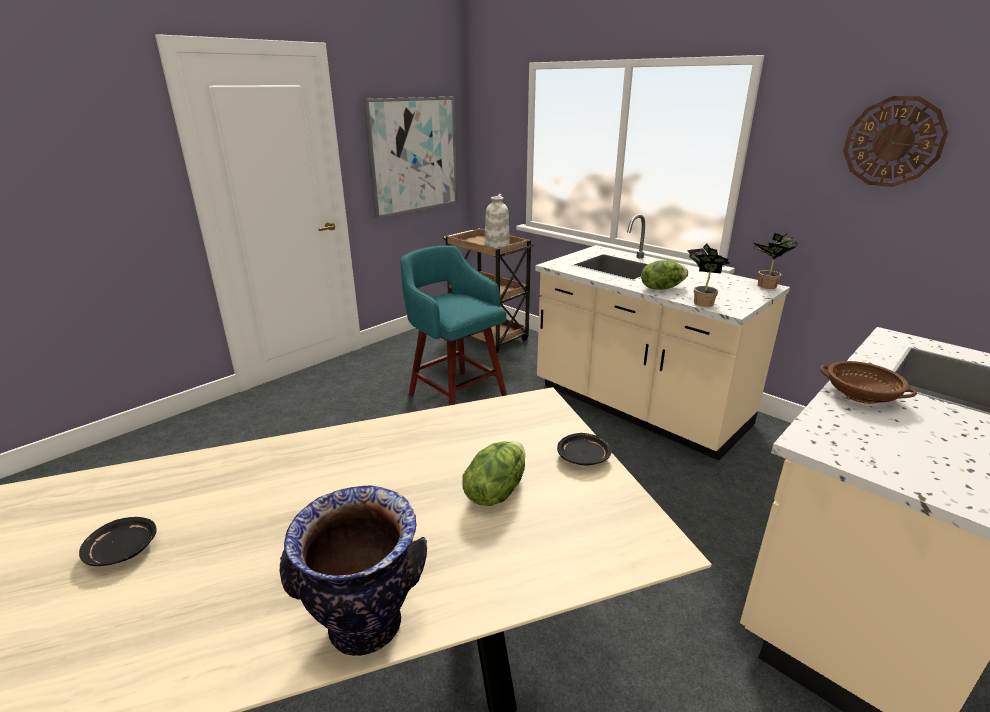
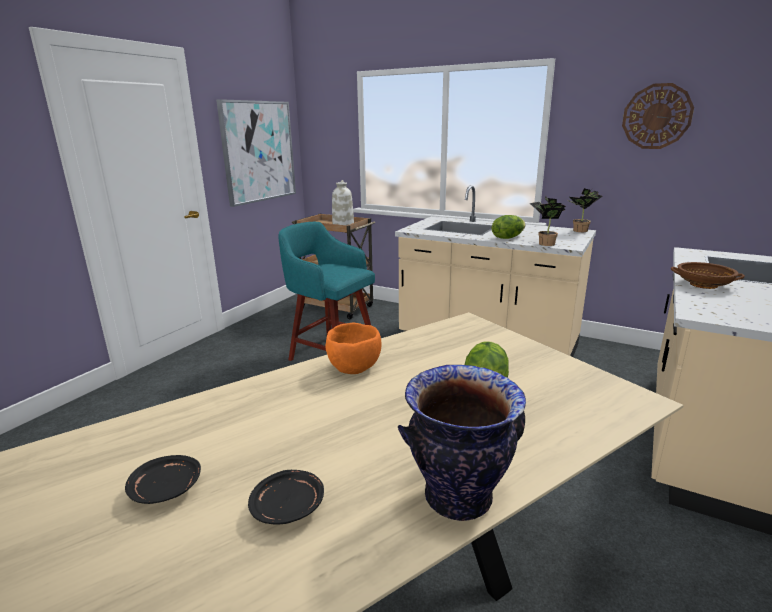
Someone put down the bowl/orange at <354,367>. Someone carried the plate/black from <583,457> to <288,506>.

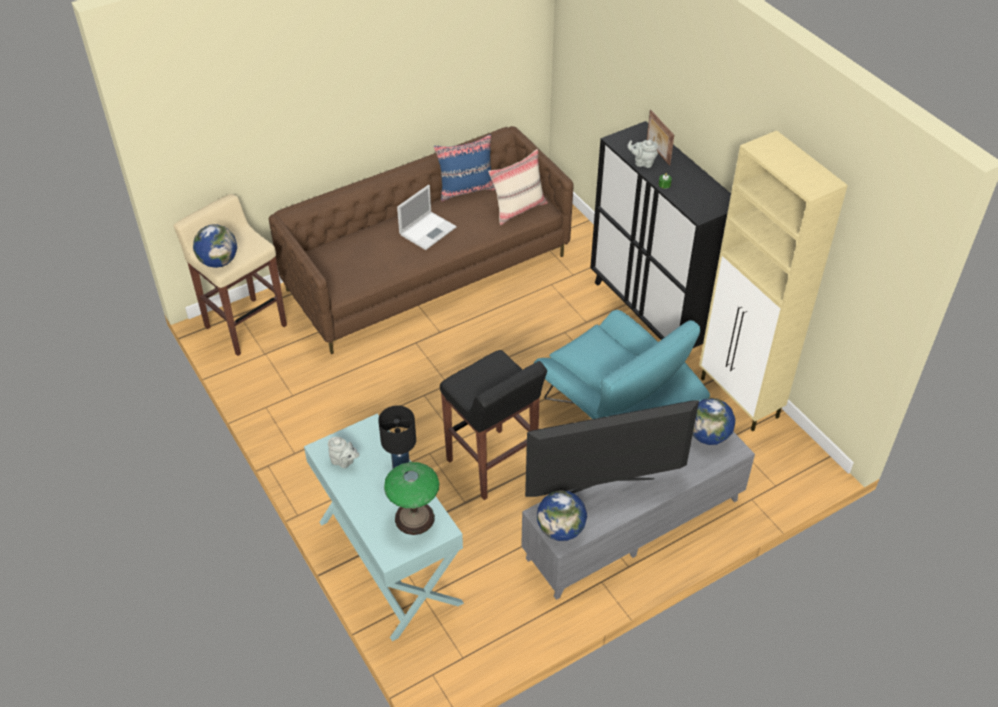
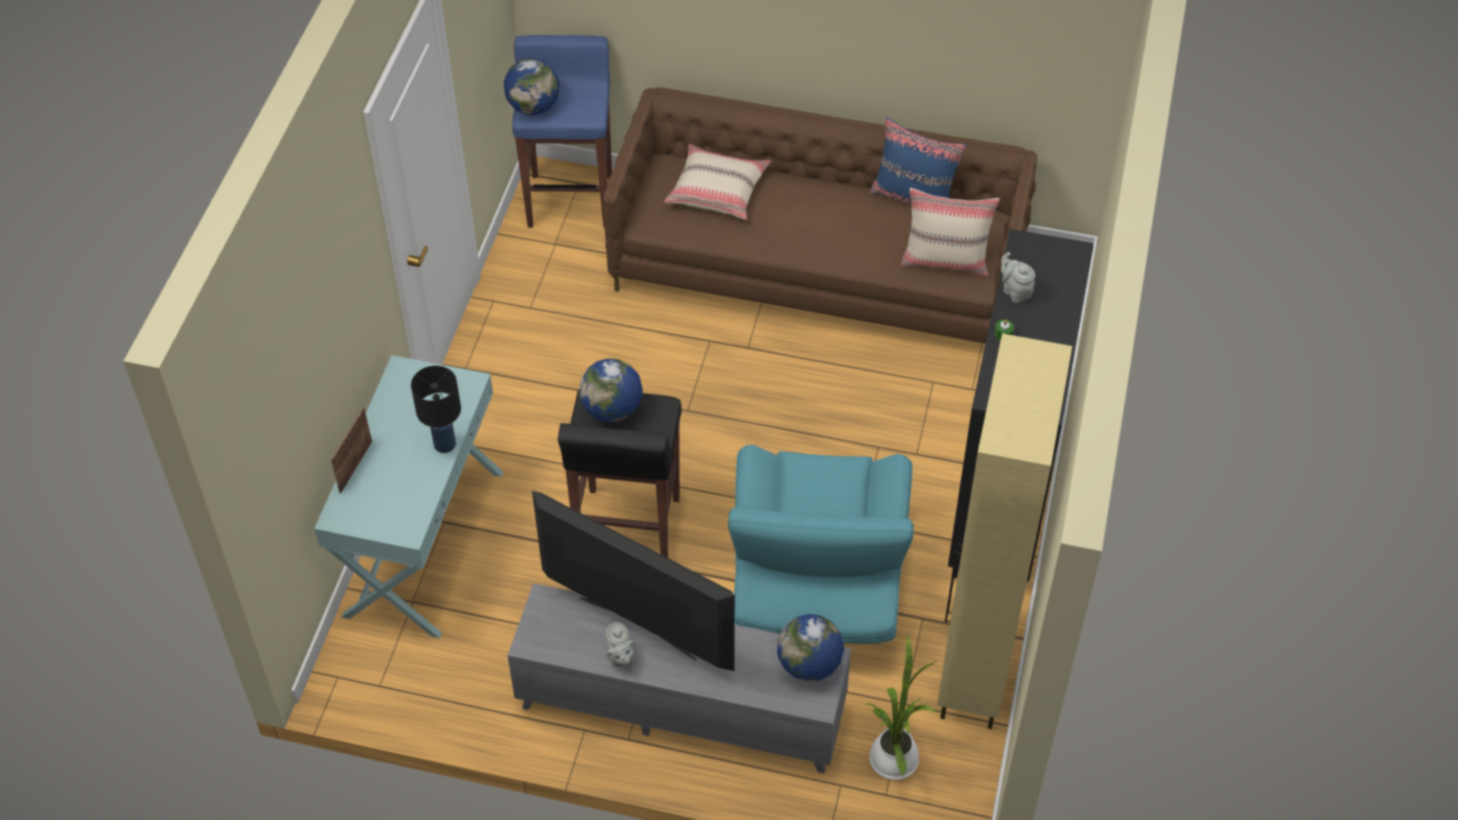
Someone took away the table lamp at <414,518>. Someone took away the laptop at <428,230>. Someone put down the pillow/beige at <717,190>. Someone put down the potted plant at <895,756>. Someone carried the teapot/grey from <344,462> to <620,657>. Someone carried the globe from <560,530> to <612,410>. Someone carried the picture frame from <657,153> to <354,466>. Someone repainted the stool/beige at <245,325>, which became the stool/blue at <570,199>.

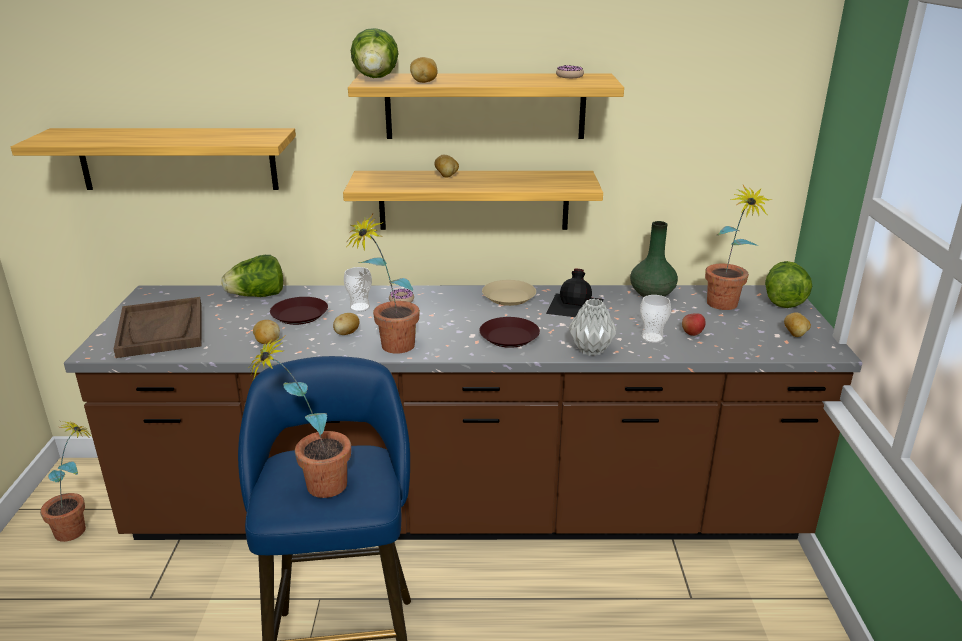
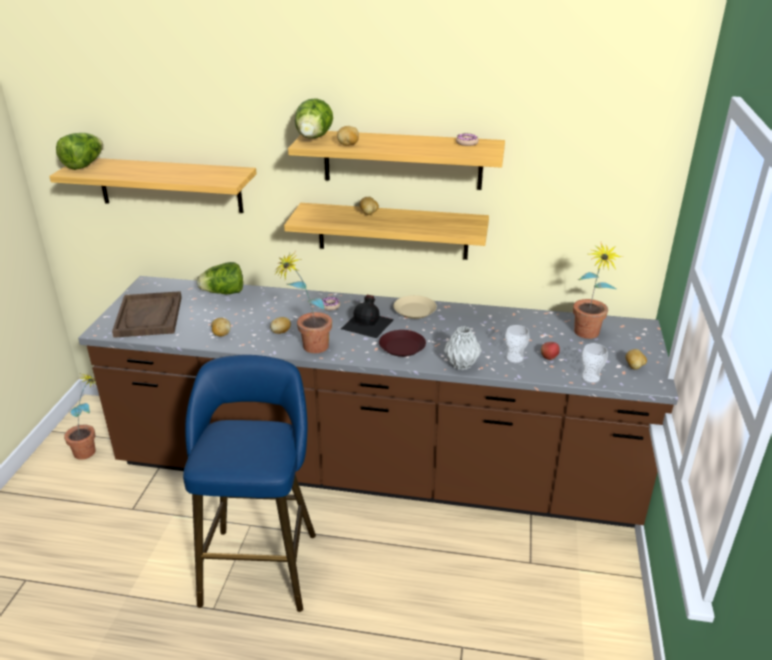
Someone took away the potted plant at <313,487>. Someone took away the plate/brown at <300,315>. Someone took away the vase/green at <652,294>. Someone carried the cup from <359,307> to <590,378>. Someone carried the bottle/black from <576,305> to <368,324>. Someone carried the lettuce from <782,300> to <84,165>.

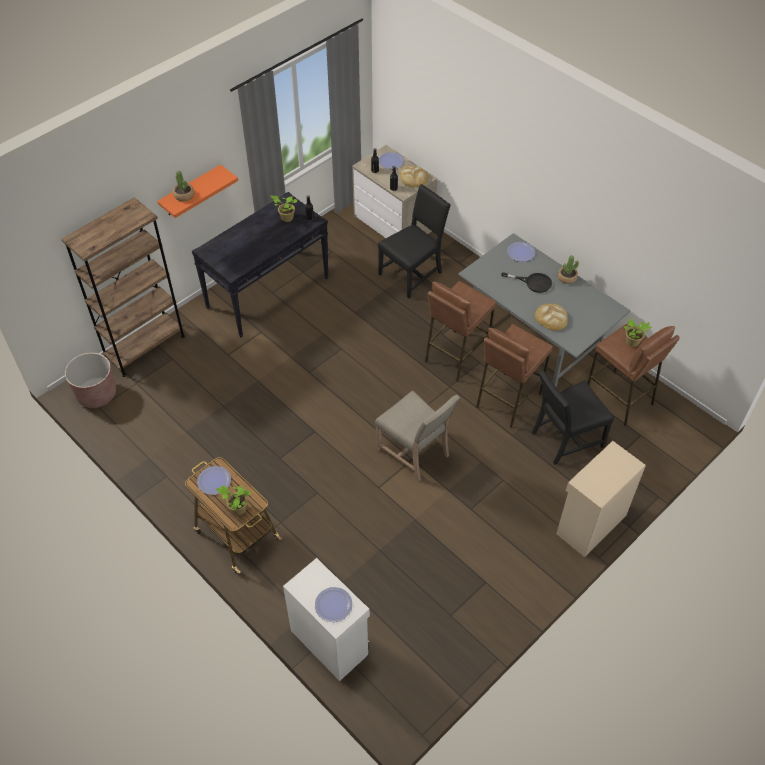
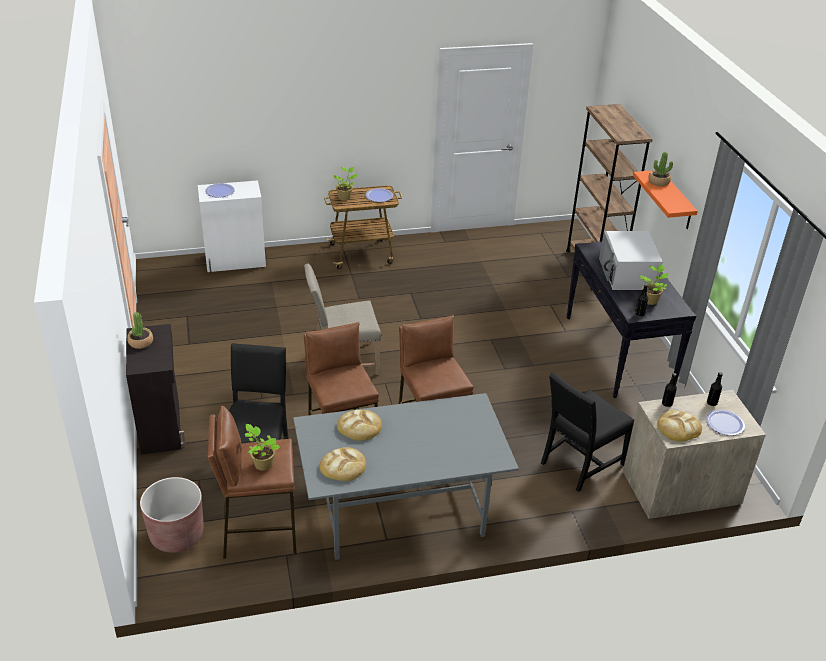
Someone took away the frying pan/black at <533,282>. Someone took away the plate at <521,252>. Someone put down the bread at <343,466>. Someone put down the microwave/white at <627,274>. Someone carried the planter/brown from <96,394> to <177,535>. Someone carried the potted plant from <567,277> to <140,342>. Someone repainted the cabinet/beige at <590,524>, which became the cabinet/black at <161,426>. Someone rotated the chair/black at <412,273> by 60 degrees clockwise.

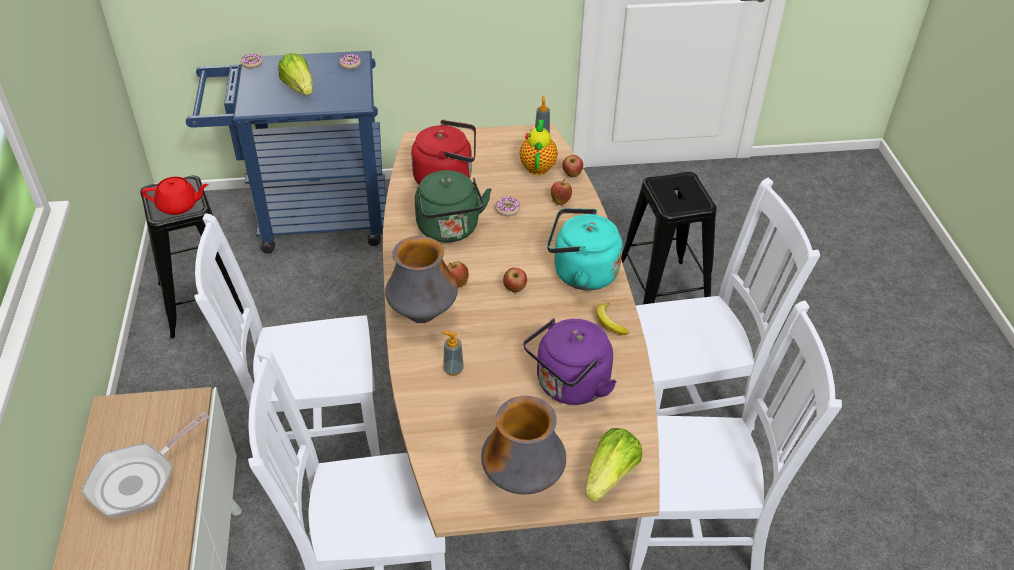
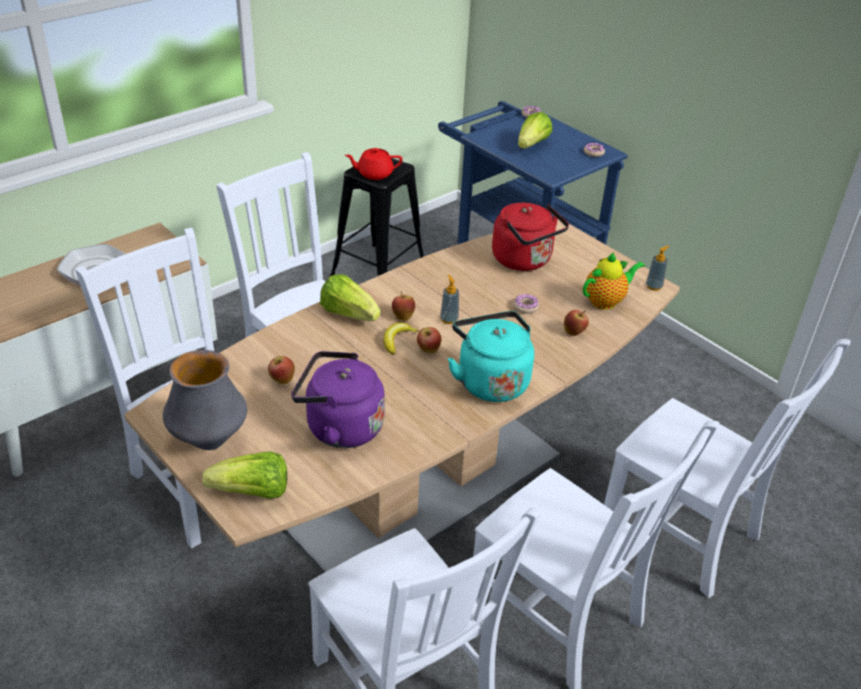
Someone took away the kettle/green at <449,230>. Someone carried the soap dispenser from <453,369> to <449,319>. Someone carried the apple from <572,175> to <282,380>. Someone carried the banana from <609,322> to <397,340>. Someone swapped the vase at <422,314> for the lettuce at <348,314>. Someone swapped the stool/black at <661,293> for the chair/white at <684,535>. Someone rotated the teapot/red at <179,206> by 120 degrees clockwise.

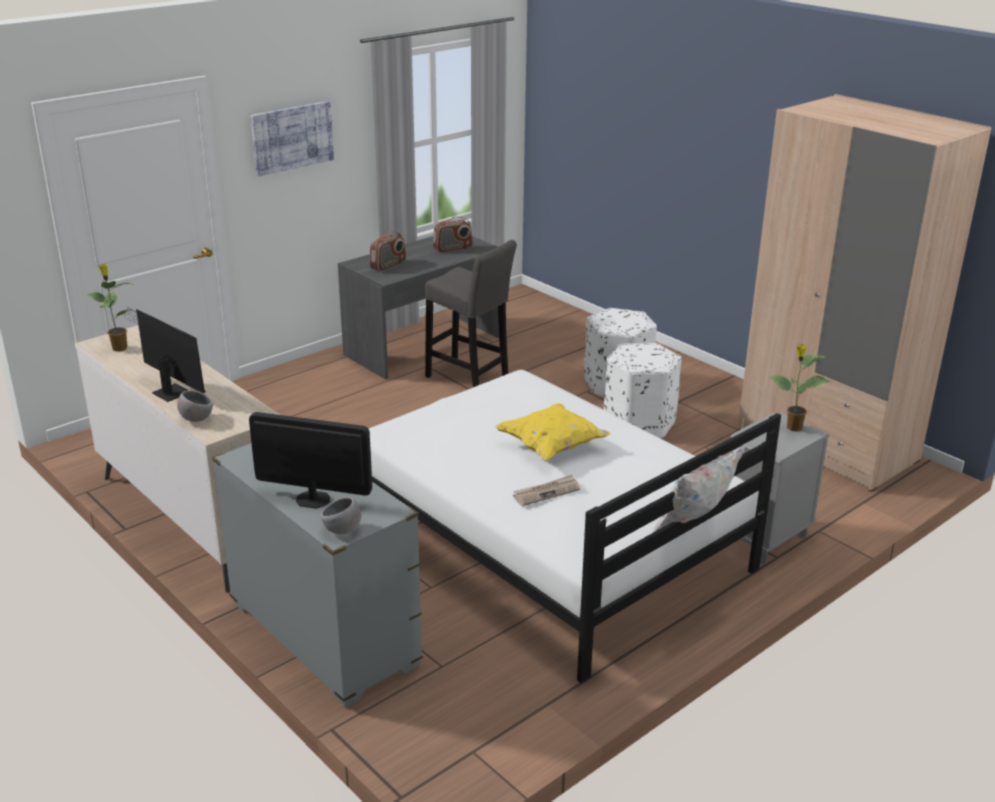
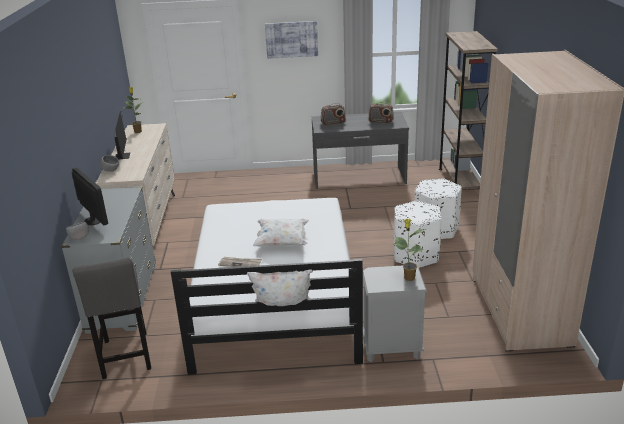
Someone put down the bookcase/brown at <460,181>. Someone carried the stool/grey from <470,379> to <126,357>. Someone repainted the pillow/yellow at <552,447>, which became the pillow/white at <282,242>.

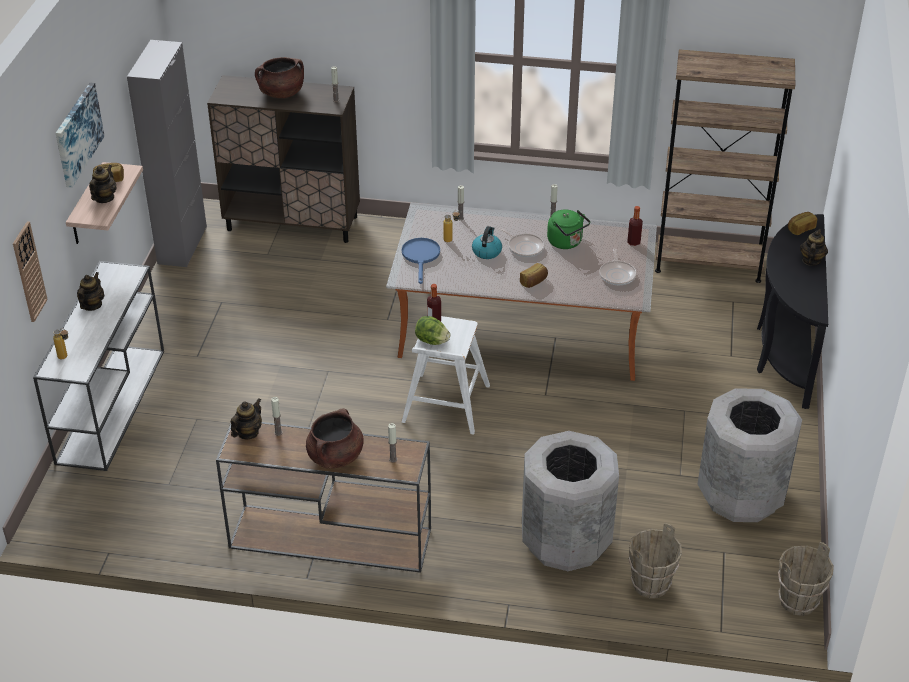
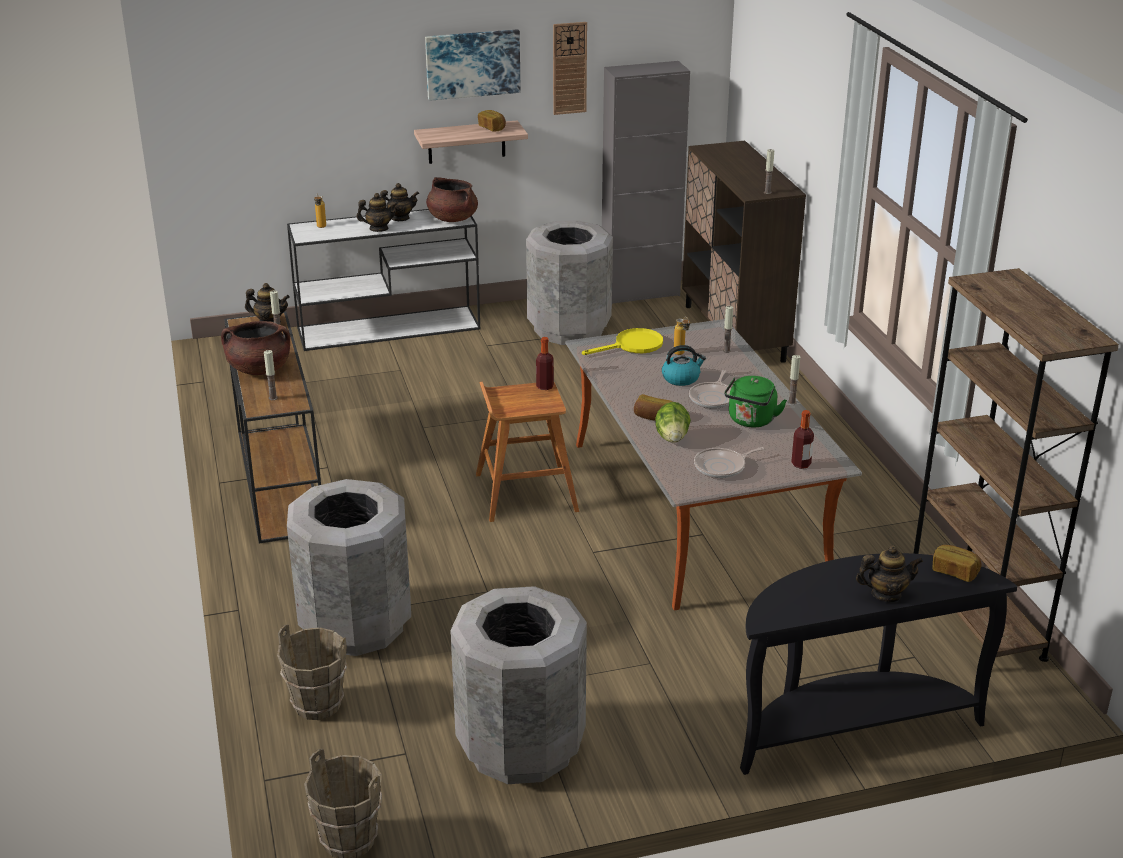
Someone put down the trash can/grey at <569,329>. Someone carried the wall clock from <29,272> to <569,68>. Someone carried the teapot from <104,198> to <378,229>. Someone carried the cooking pot/brown from <281,93> to <452,218>. Someone carried the lettuce from <432,341> to <672,438>. Someone repainted the stool/white at <445,404>, which became the stool/brown at <524,492>. Someone repainted the frying pan/blue at <421,257>, which became the frying pan/yellow at <632,346>.

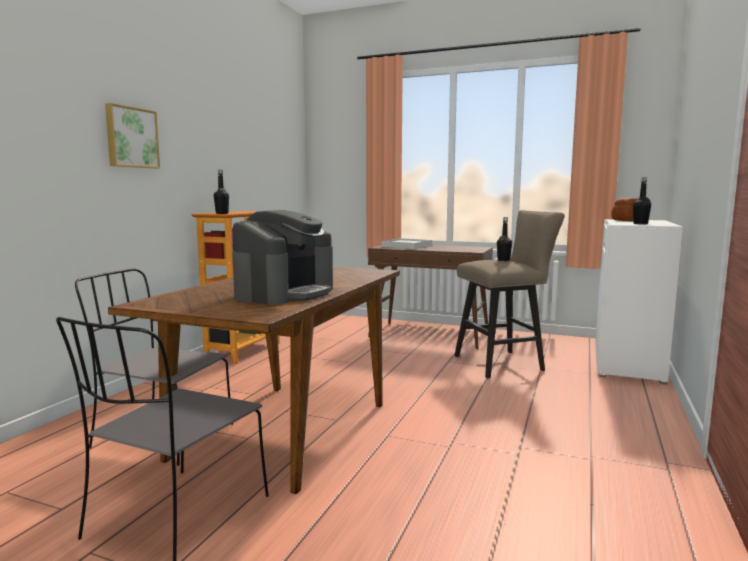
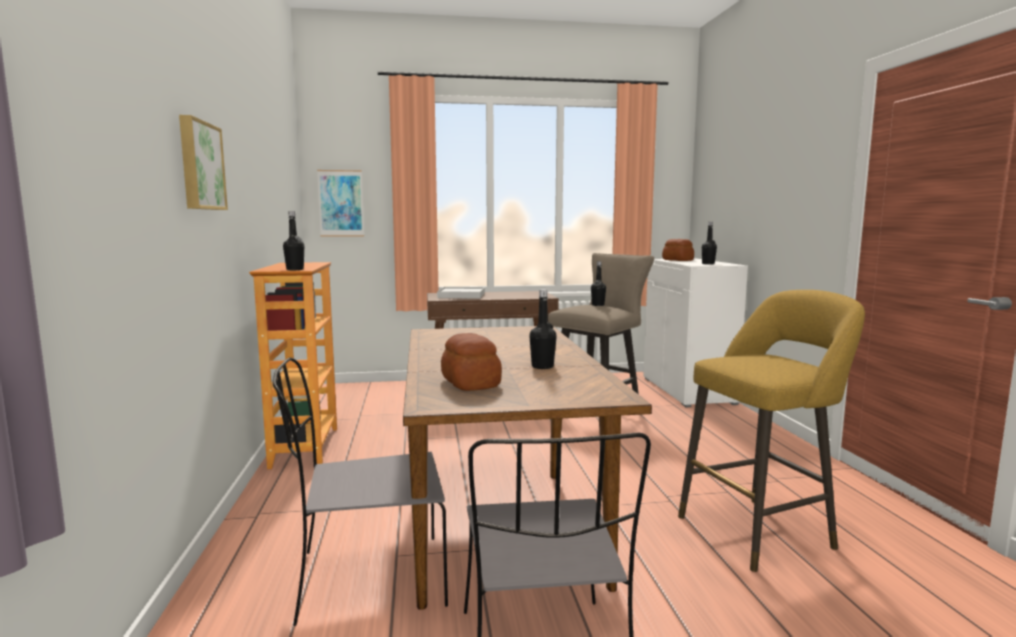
Someone put up the picture at <341,203>. Someone put down the bread at <471,382>. Someone put down the stool/yellow at <761,530>. Someone swapped the coffee machine at <285,293> for the bottle/black at <542,366>.

